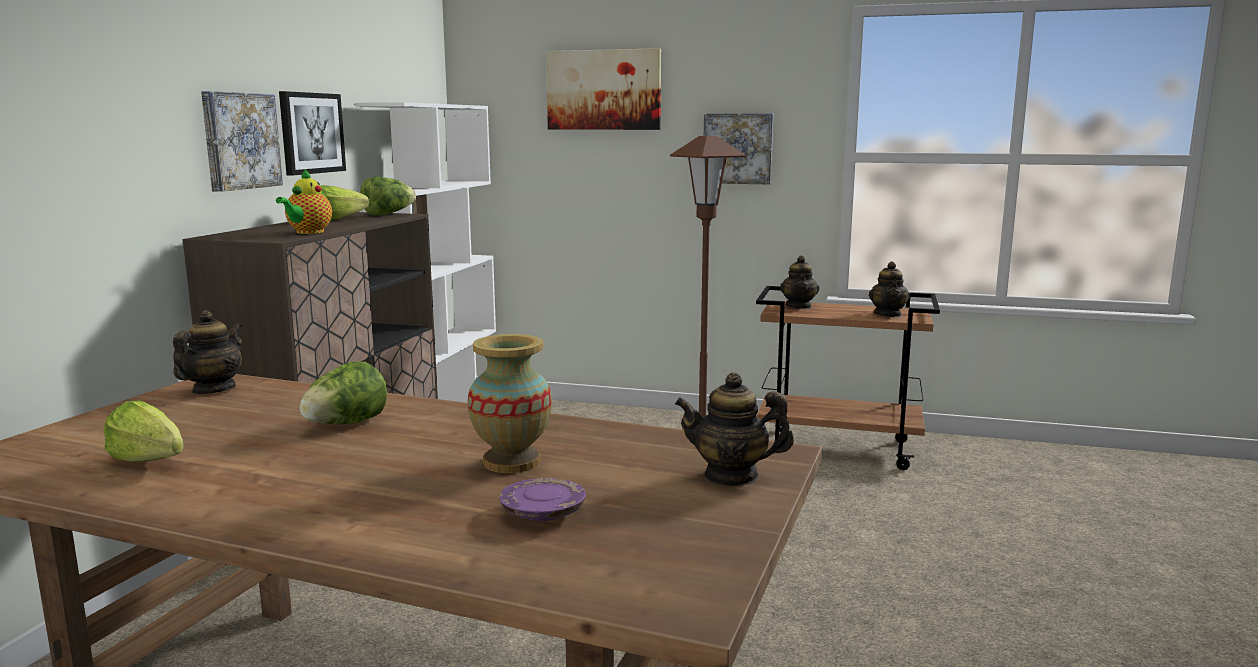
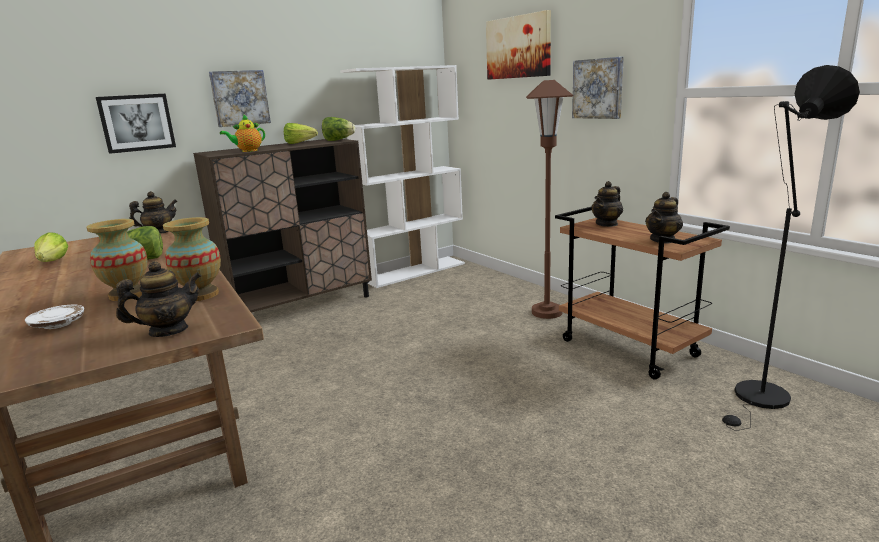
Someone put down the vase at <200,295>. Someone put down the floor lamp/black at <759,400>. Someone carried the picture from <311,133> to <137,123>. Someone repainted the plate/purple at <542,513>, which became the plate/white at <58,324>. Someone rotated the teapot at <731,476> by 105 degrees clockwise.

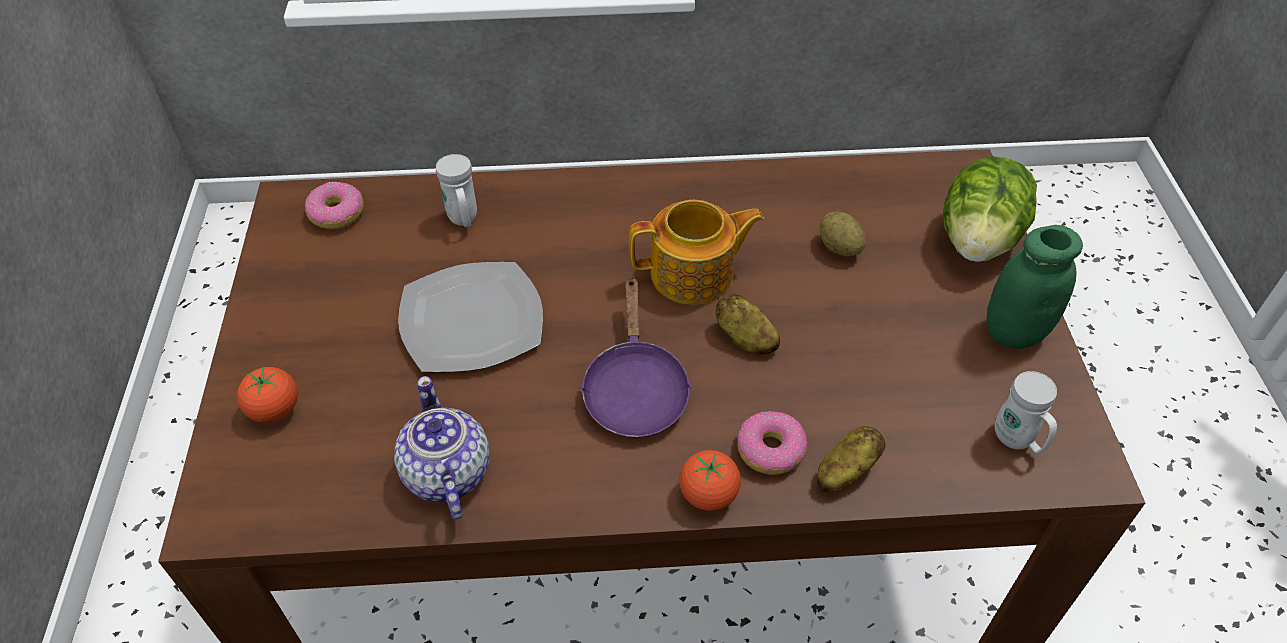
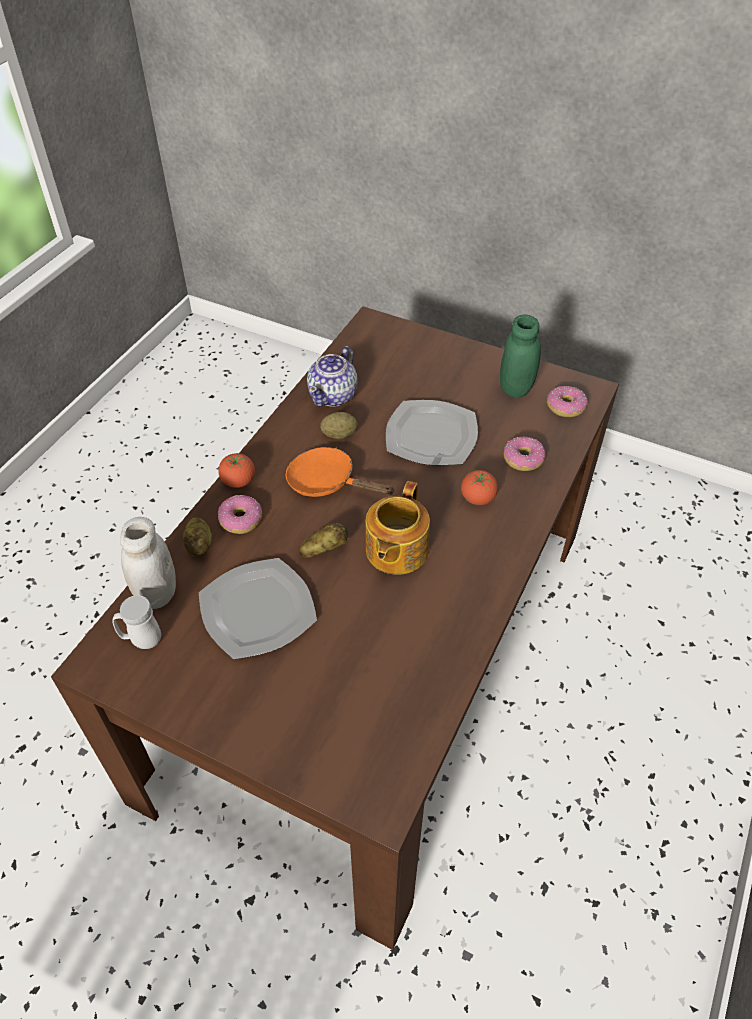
Someone took away the lettuce at <978,241>. Someone put down the jar/white at <157,593>. Someone put down the plate at <257,611>. Someone carried the tomato from <275,410> to <477,498>. Someone carried the potato from <839,247> to <339,434>. Someone carried the jar/green from <1014,332> to <515,388>. Someone swapped the mug/white at <464,220> for the donut at <523,459>. Someone repainted the frying pan/purple at <635,389>, which became the frying pan/orange at <327,482>. Someone rotated the teapot at <446,474> by 105 degrees clockwise.

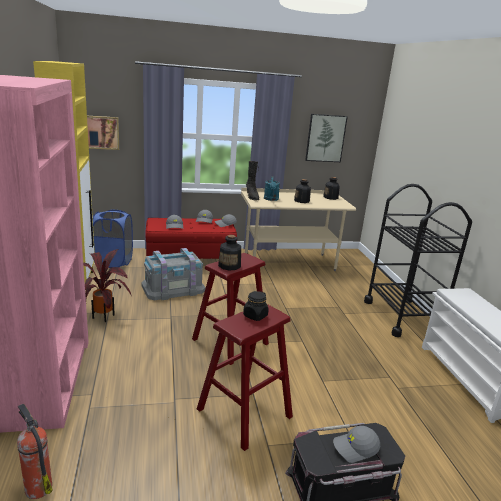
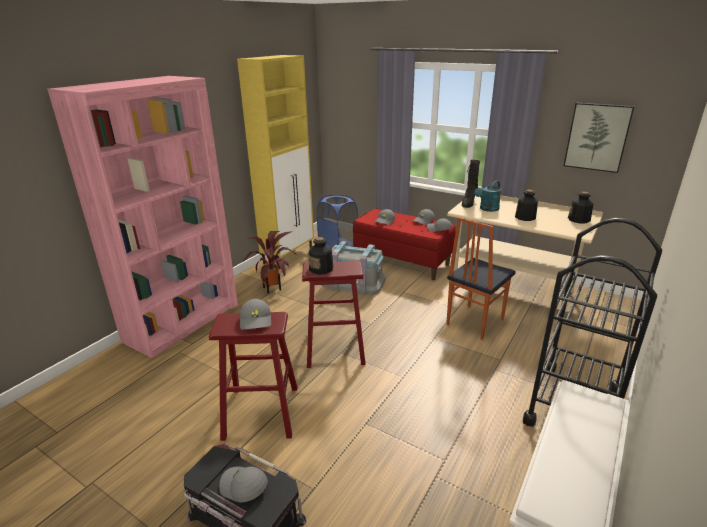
Someone took away the fire extinguisher at <38,487>. Someone took away the picture at <102,132>. Someone put down the chair at <473,322>. Someone swapped the jar/black at <255,316> for the cap/grey at <256,320>.

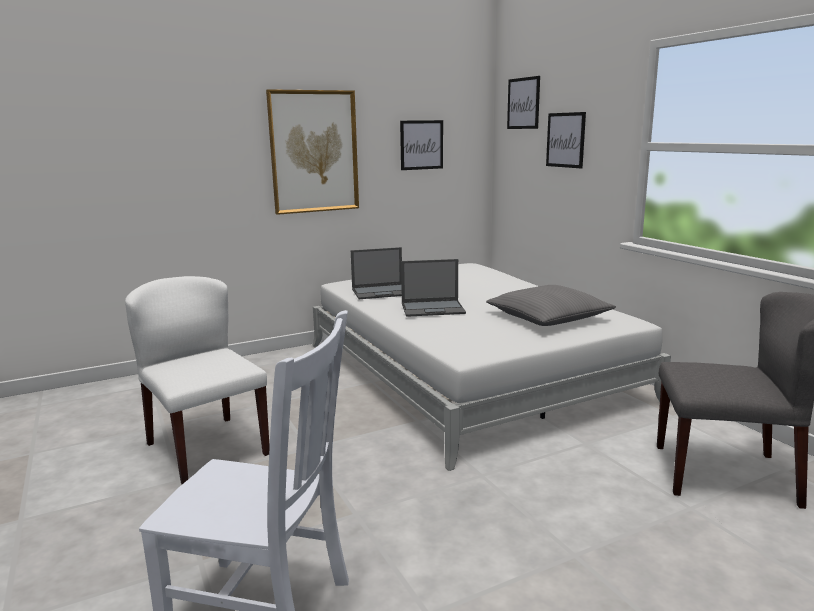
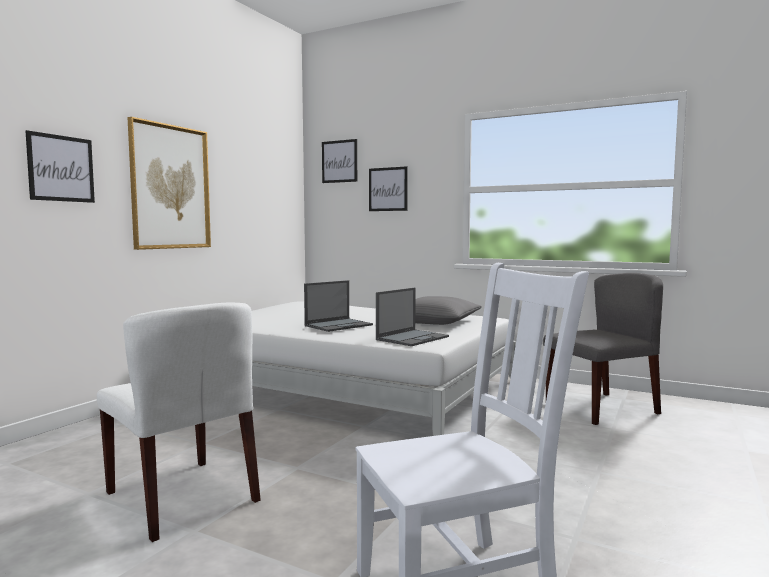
Someone carried the laptop from <381,292> to <413,338>. Someone carried the picture from <421,145> to <61,168>. Someone rotated the chair/white at <206,448> by 150 degrees counterclockwise.

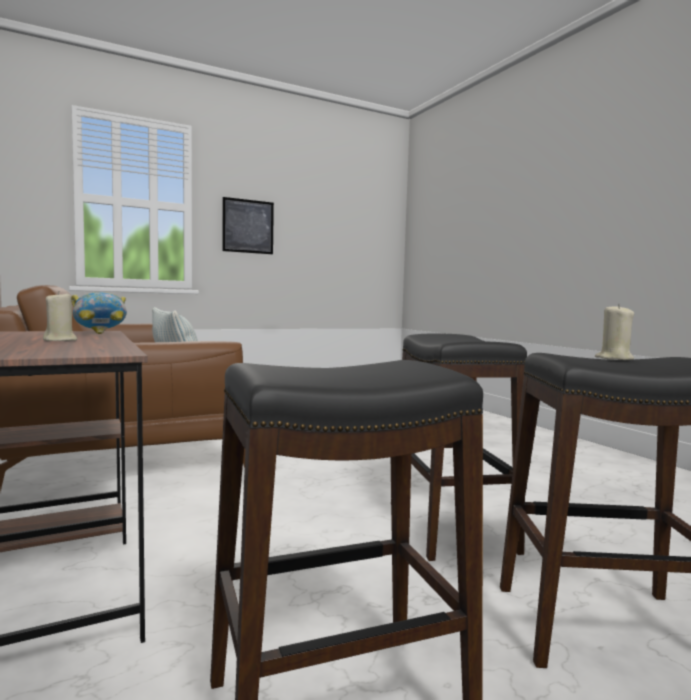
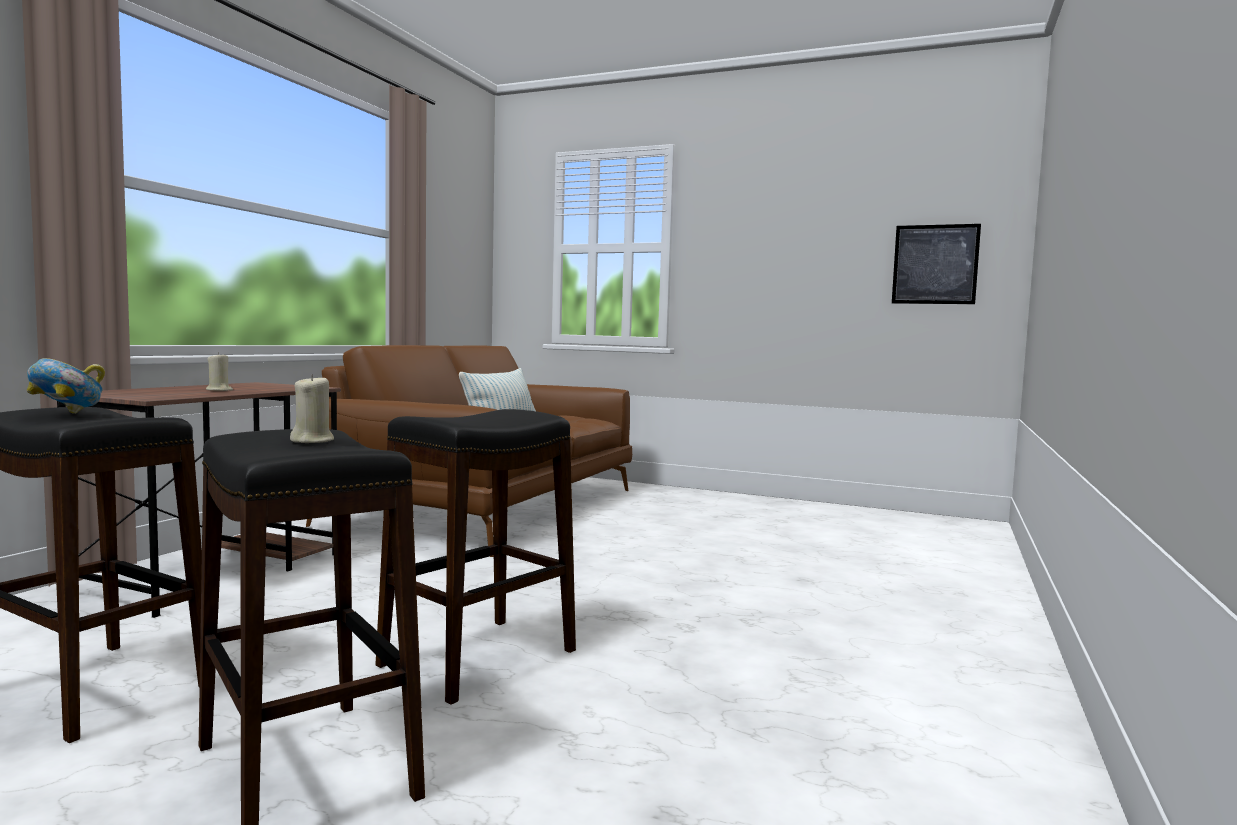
Someone carried the bowl from <101,334> to <67,414>. Someone carried the picture from <248,226> to <935,264>.

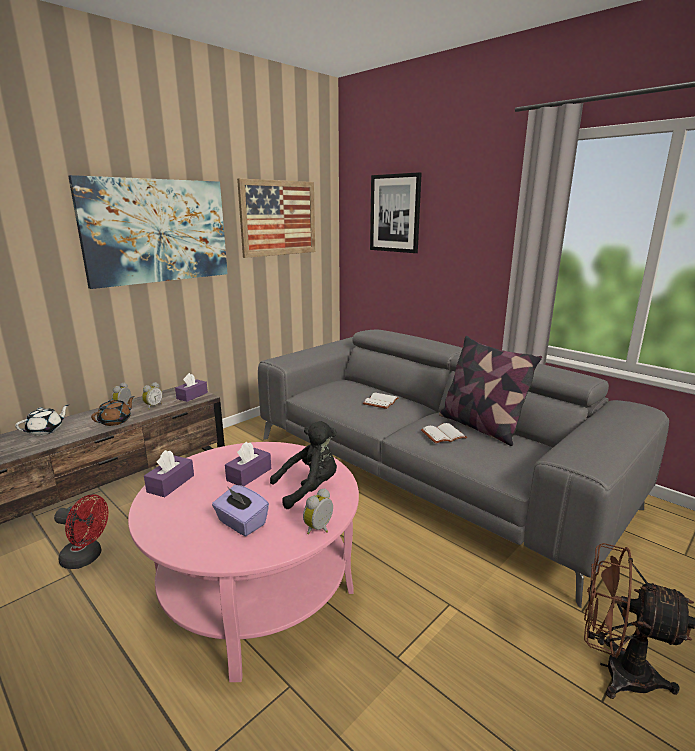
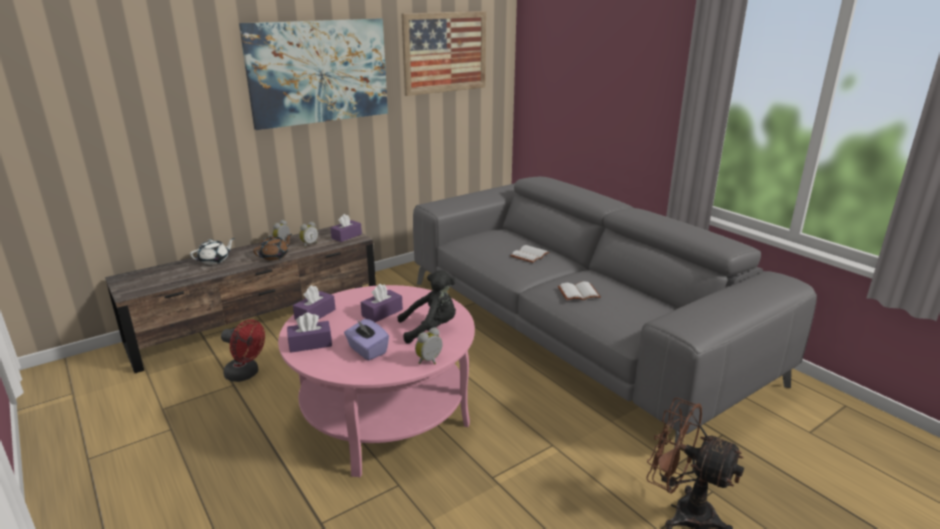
Someone took away the picture at <395,213>. Someone took away the pillow at <480,426>. Someone put down the tissue box/purple at <310,344>.

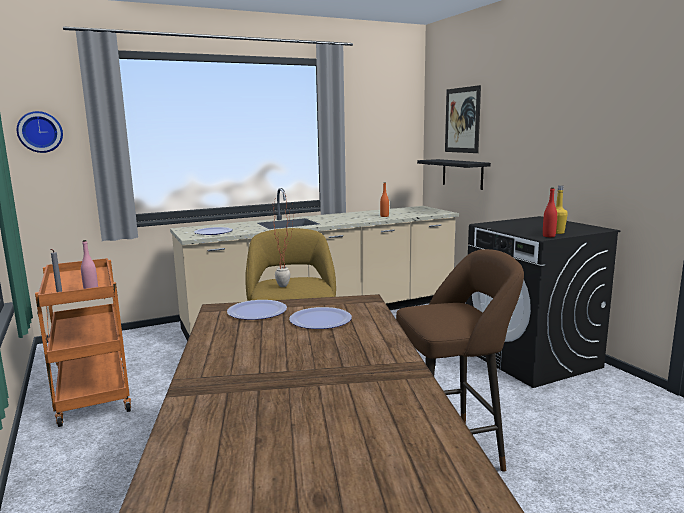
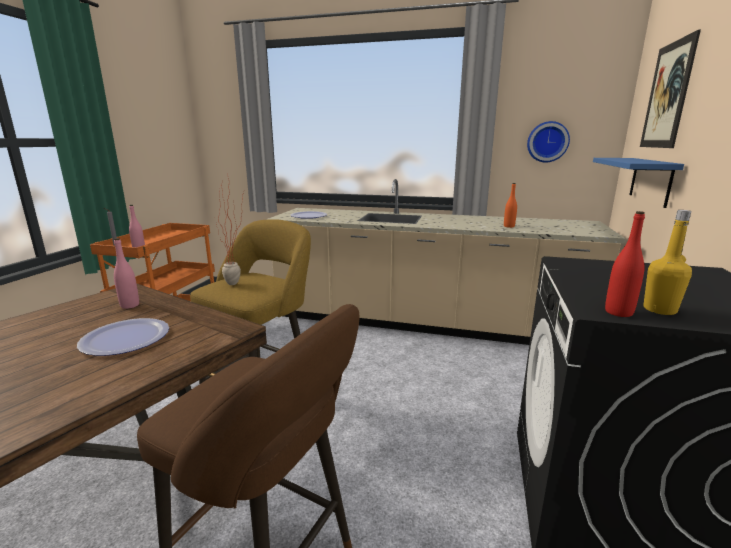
Someone carried the wall clock from <40,132> to <547,142>. Someone swapped the plate at <257,311> for the bottle/pink at <130,305>. Someone repainted the shelf/black at <462,174>, which became the shelf/blue at <650,180>.

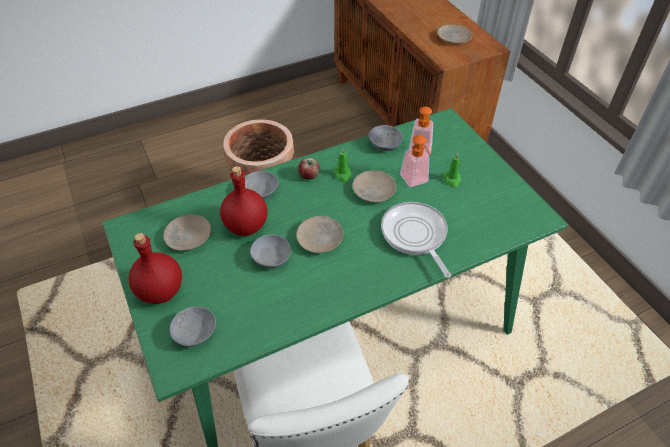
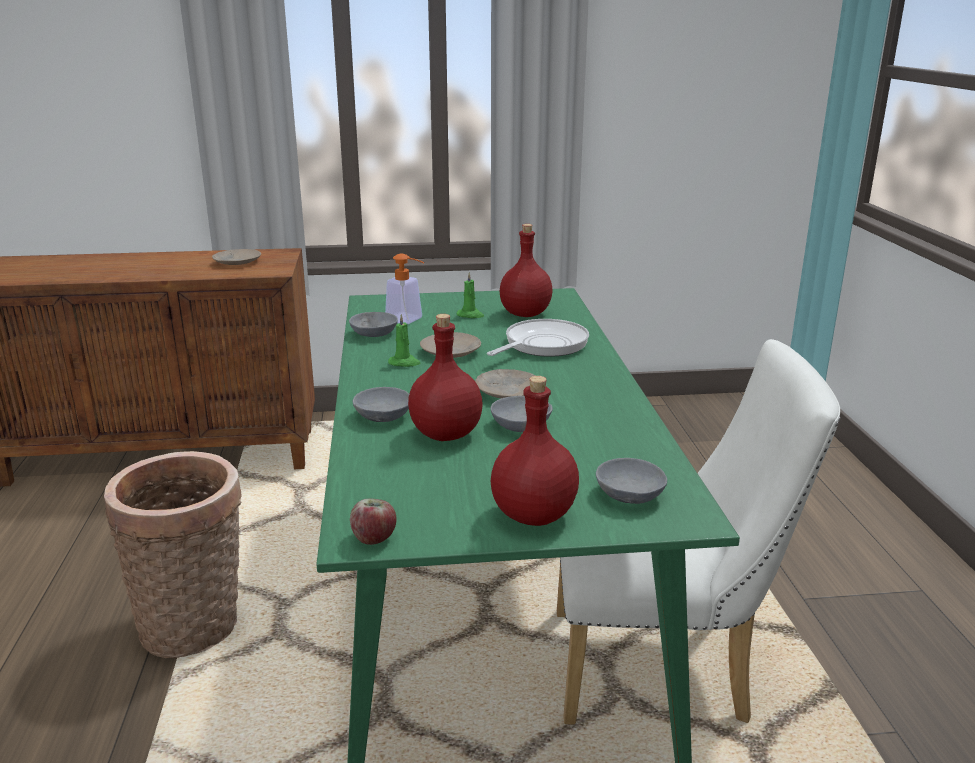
Someone took away the plate/beige at <188,237>. Someone took away the soap dispenser at <416,182>. Someone put down the bottle/red at <526,314>. Someone carried the apple from <309,176> to <374,538>. Someone rotated the frying pan at <415,235> by 135 degrees clockwise.

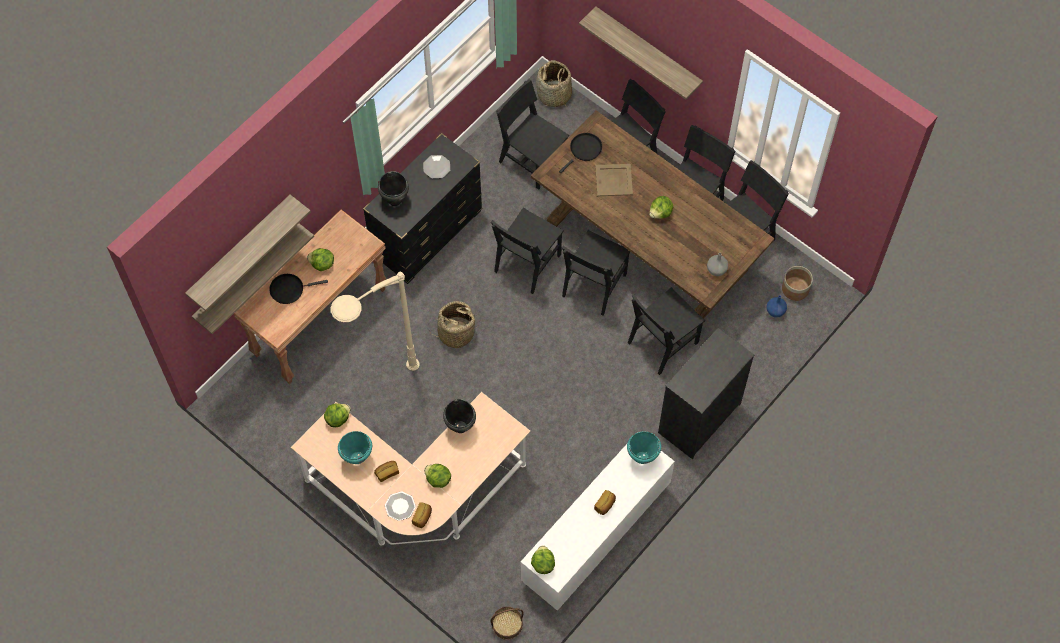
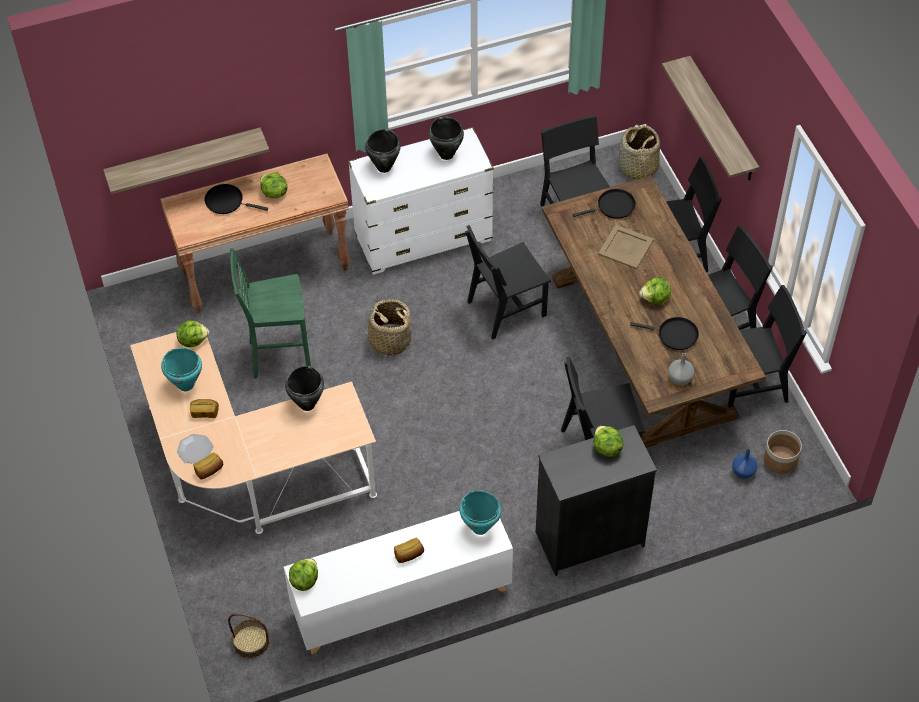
Someone took away the shelf at <240,249>. Someone took away the chair/black at <594,285>. Someone put down the frying pan/black at <675,335>. Someone carried the lettuce from <438,479> to <606,448>. Someone swapped the floor lamp/beige at <378,388> for the stool/green at <278,356>. Someone swapped the plate at <436,167> for the cooking pot/black at <446,155>. Someone repainted the dresser/black at <427,234>, which became the dresser/white at <423,238>.

